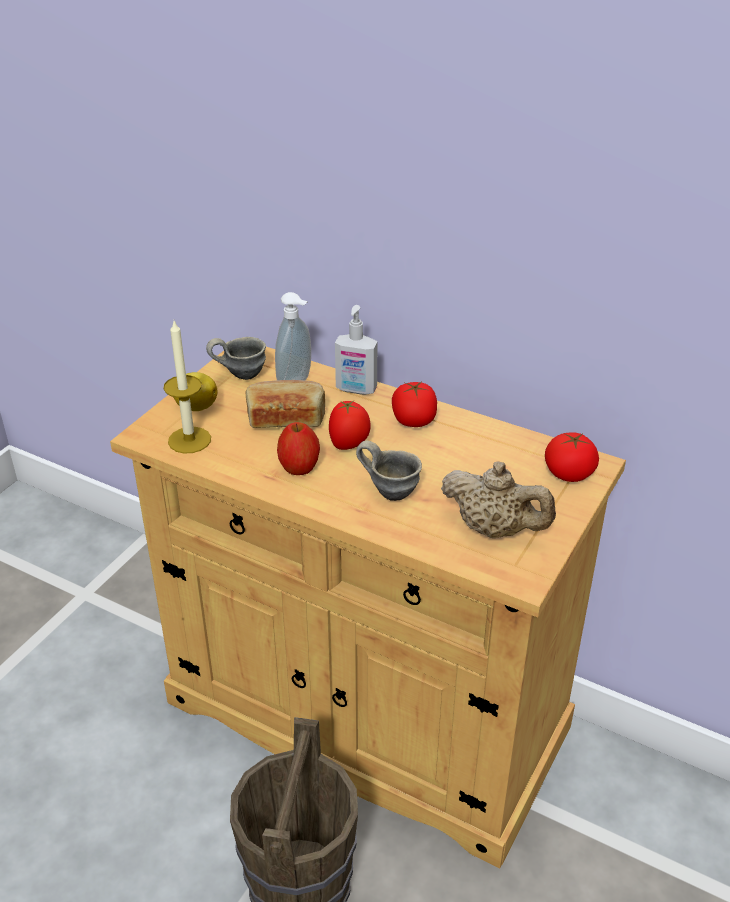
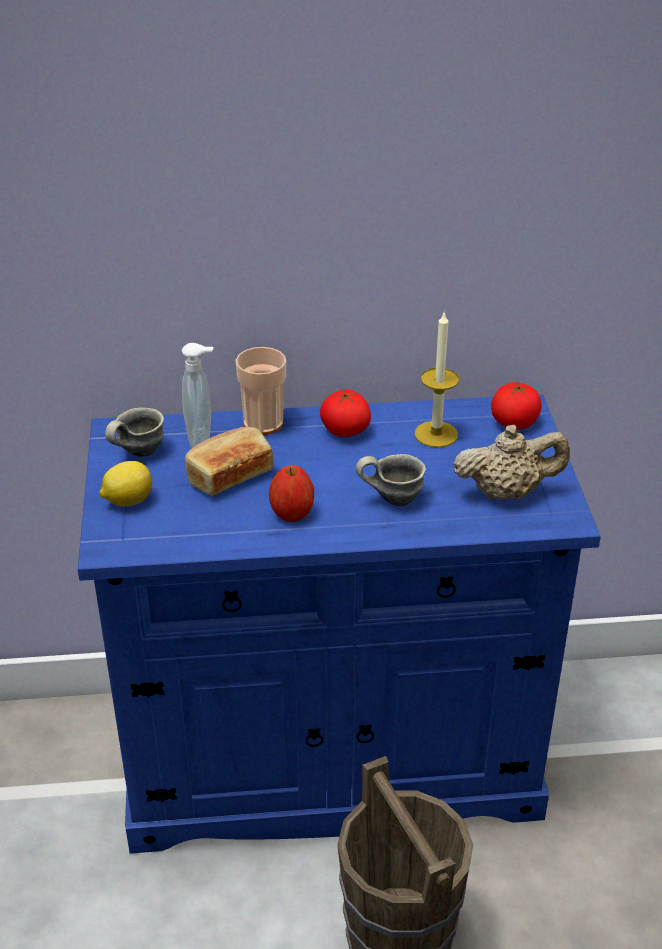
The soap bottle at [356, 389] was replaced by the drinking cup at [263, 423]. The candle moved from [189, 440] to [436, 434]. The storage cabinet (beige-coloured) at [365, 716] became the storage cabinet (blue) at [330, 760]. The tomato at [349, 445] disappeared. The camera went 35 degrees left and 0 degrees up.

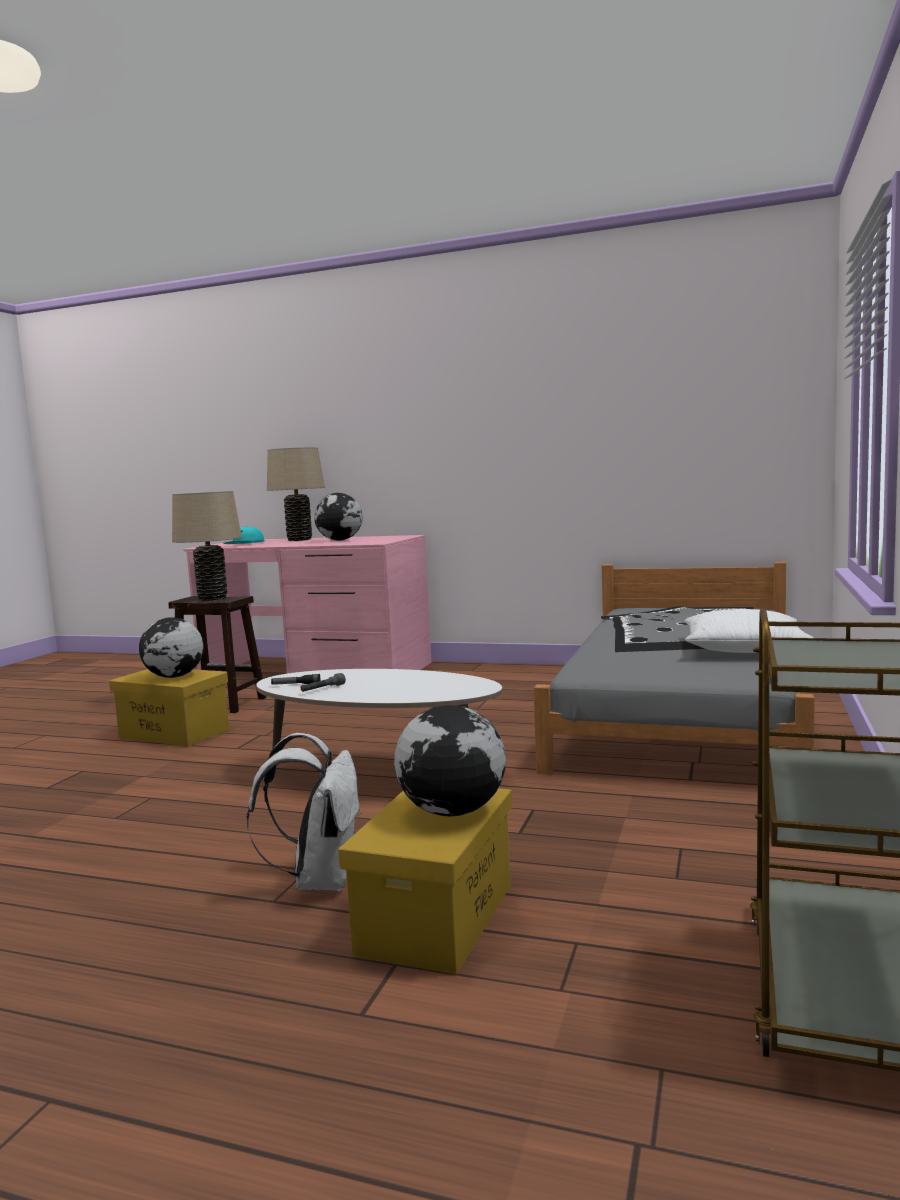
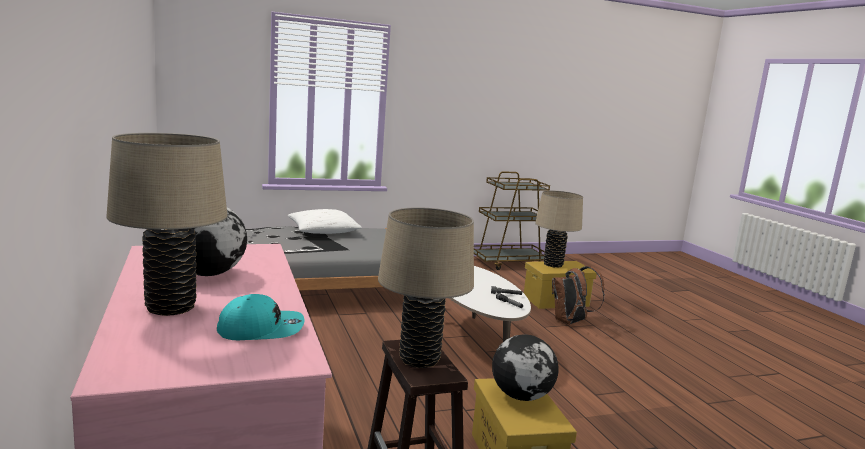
The world globe at [453, 811] was replaced by the lamp for a table (beige-coloured) at [553, 264]. The rucksack (whitish) at [320, 879] became the rucksack (brown) at [570, 322]. The camera went 130 degrees left and 5 degrees up.

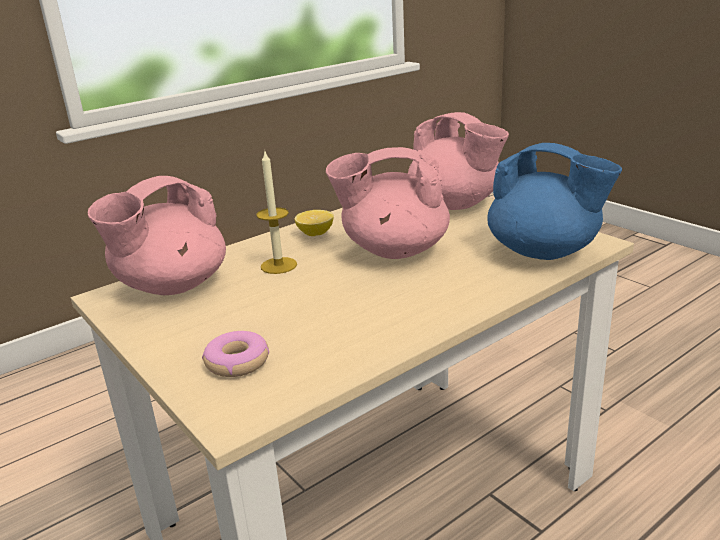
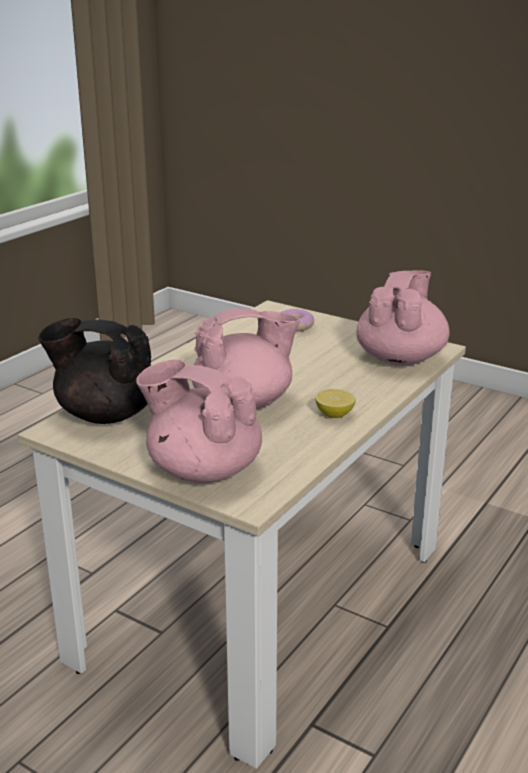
The pot for tea (blue) at [544, 252] became the pot for tea (black-coloured) at [105, 414]. The candle at [278, 265] disappeared. The camera went 160 degrees right and 0 degrees up.

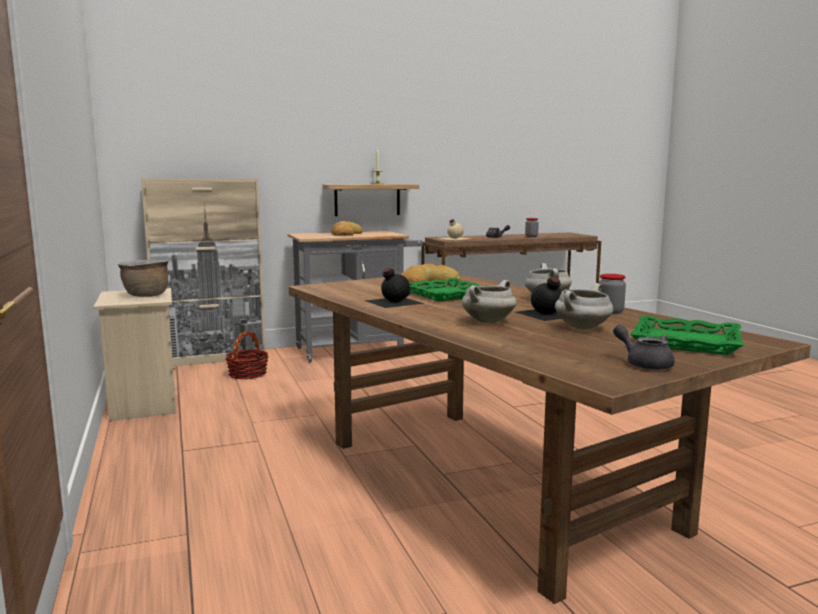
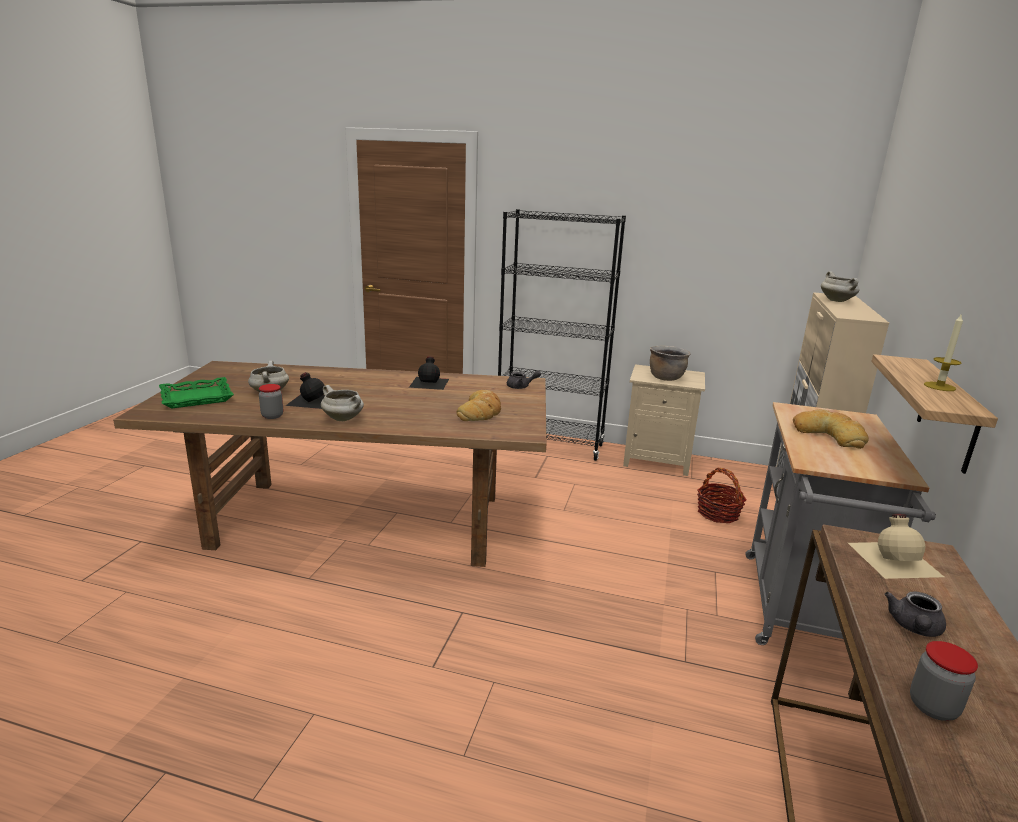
The serving tray (green-coloured) at [446, 294] disappeared. The saucepot (whitish) moved from [488, 322] to [837, 301]. The pot for tea (gray) moved from [644, 364] to [521, 387]. The bookcase (black-coloured) at [550, 445] appeared. The camera went 125 degrees right and 10 degrees up.

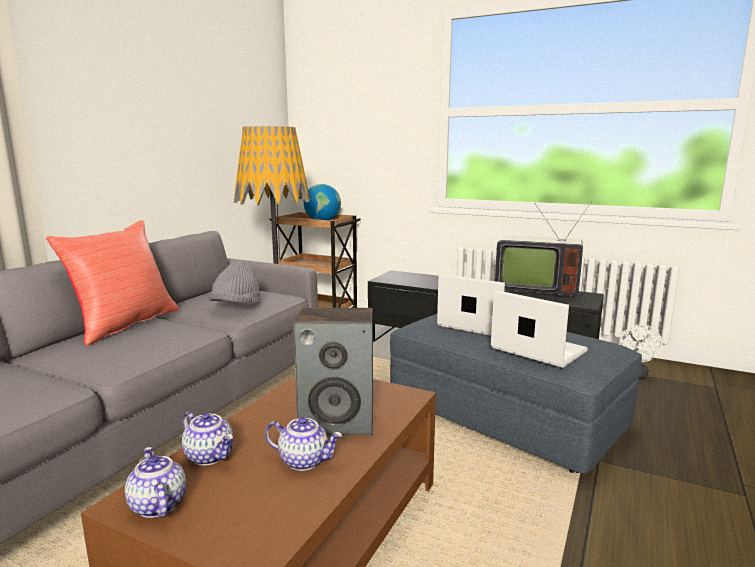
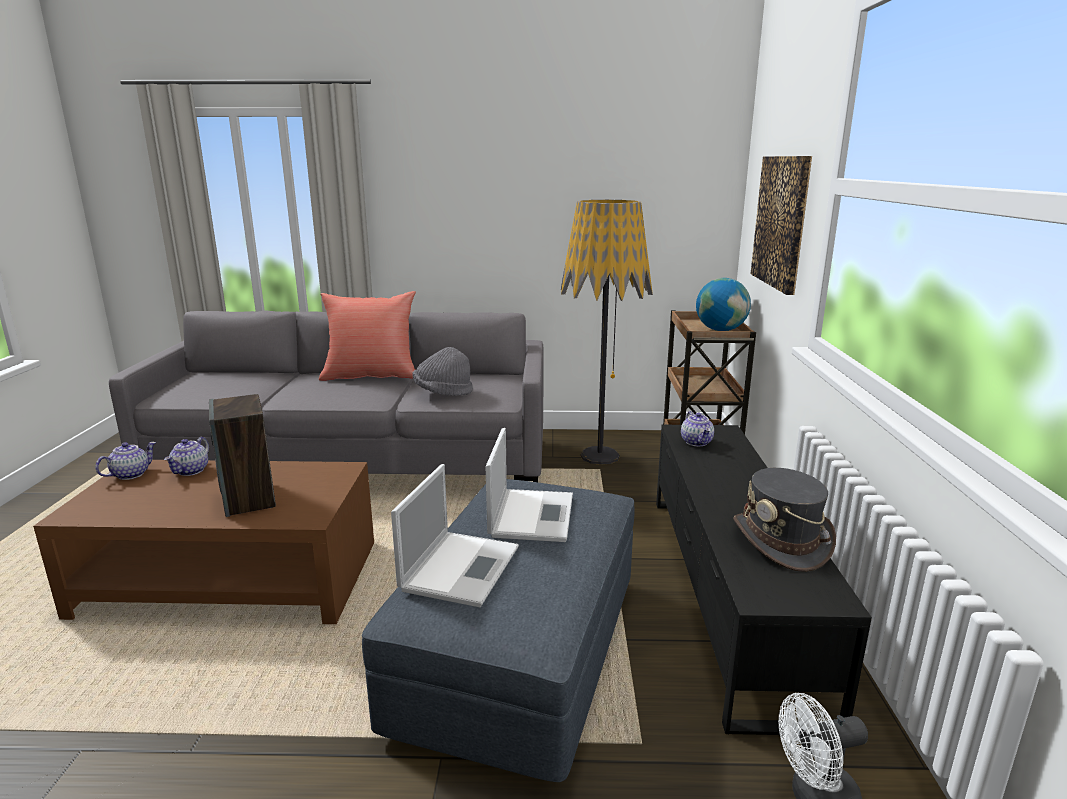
The television at [535, 291] was replaced by the clothing hat (gray) at [781, 541]. The pot for tea moved from [304, 460] to [697, 442]. The picture at [781, 221] appeared. The camera went 65 degrees right and 5 degrees up.

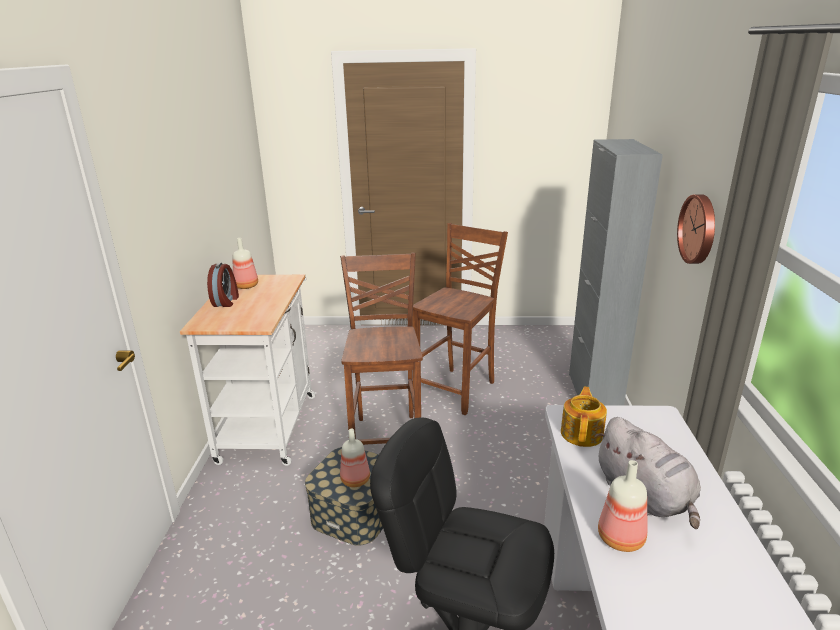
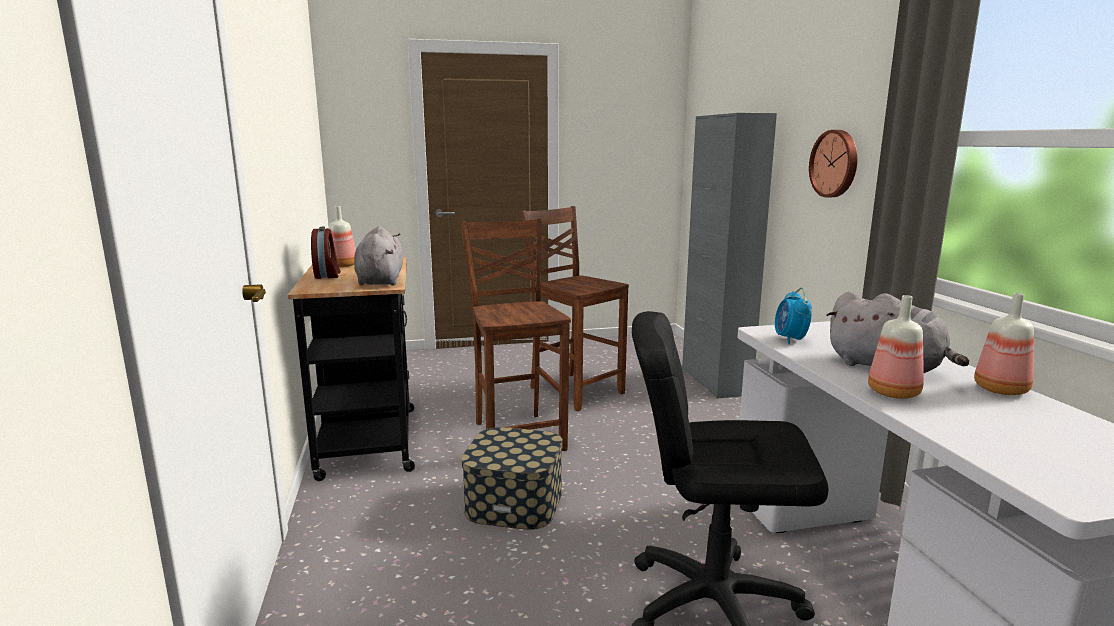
The plain chair (brown) at [457, 390] turned 60 degrees counterclockwise. The cart (whitish) at [270, 422] became the cart (black-coloured) at [368, 437]. The pot for tea at [582, 433] was replaced by the alarm clock at [790, 339]. The drink bottle moved from [356, 480] to [1001, 389]. The soft toy (gray) at [380, 281] appeared. The camera went 15 degrees left and 10 degrees down.

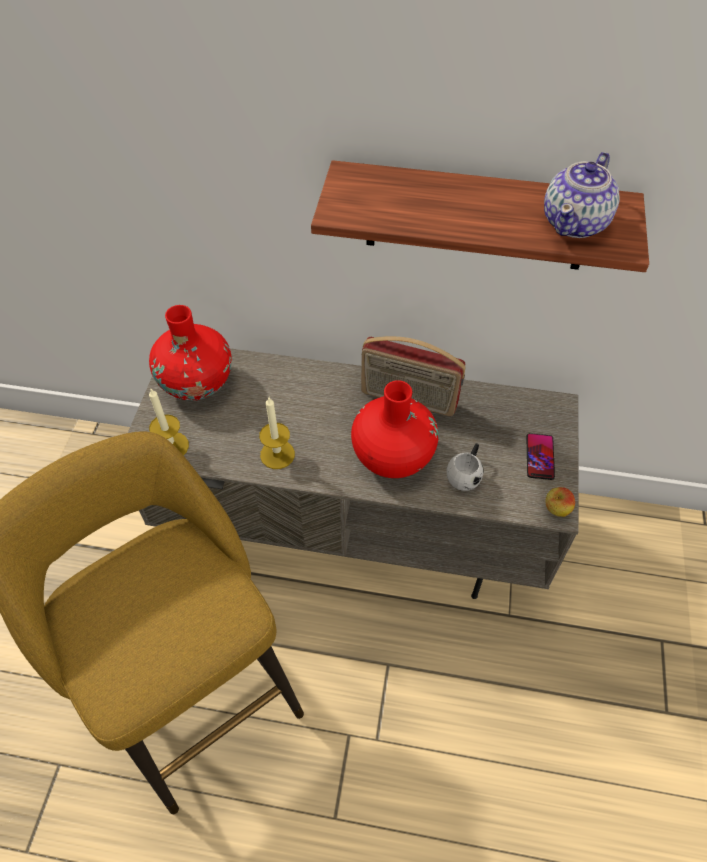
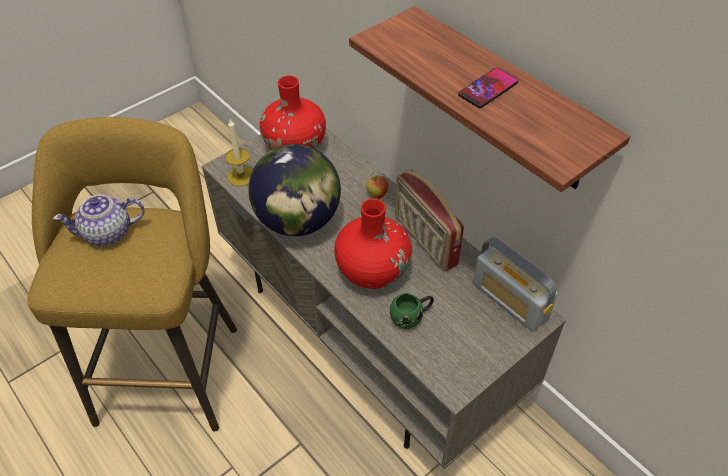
The pot for tea moved from [575, 223] to [108, 233]. The candle at [277, 454] was replaced by the world globe at [298, 221]. The handset moved from [540, 457] to [488, 89]. The mug (whitish) at [465, 474] became the mug (green-coloured) at [411, 316]. The apple moved from [556, 510] to [377, 195]. The radio set at [510, 300] appeared. The camera went 40 degrees right and 5 degrees down.

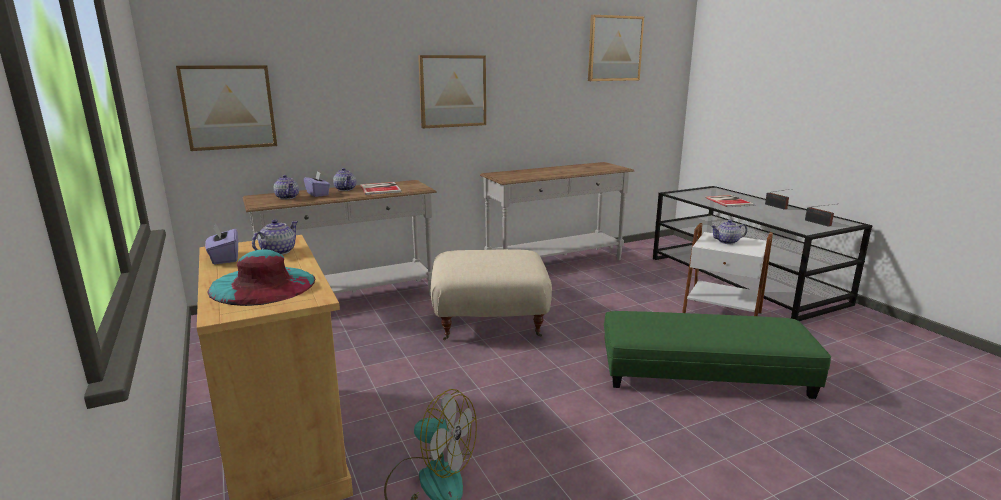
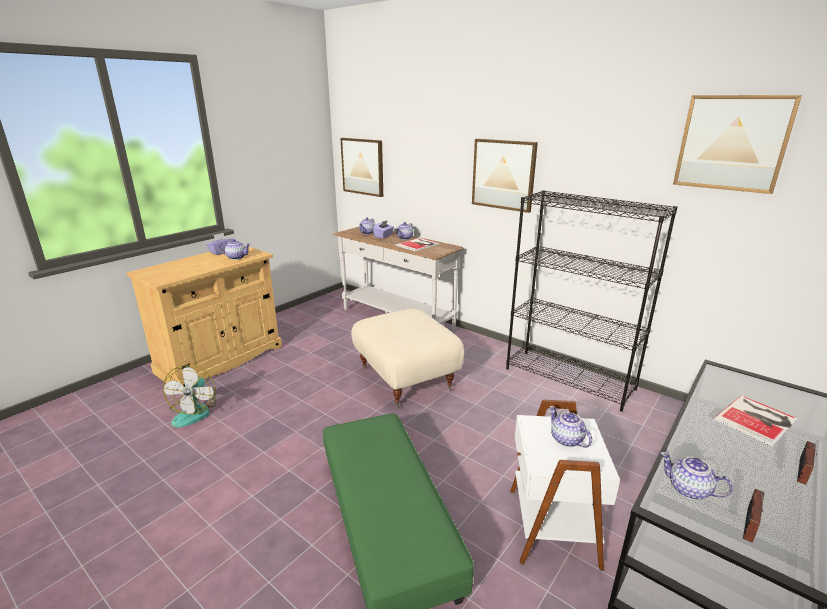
The console table (whitish) at [555, 264] was replaced by the bookcase (black-coloured) at [569, 379]. The clothing hat (turquoise-coloured) at [263, 285] disappeared. The pot for tea at [689, 490] appeared. The camera went 65 degrees right and 5 degrees up.

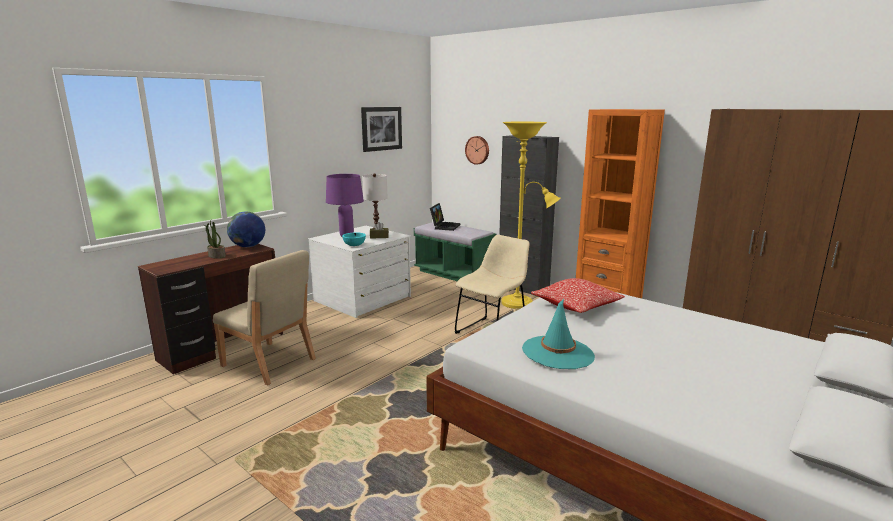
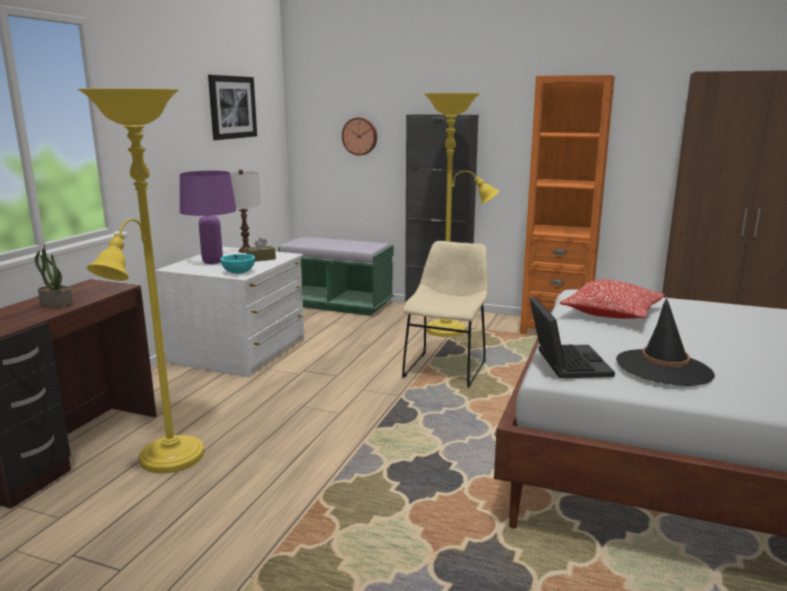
The notebook computer moved from [444, 226] to [565, 362]. The world globe at [248, 246] disappeared. The plain chair (beige-coloured) at [269, 363] was replaced by the standing lamp (yellow) at [167, 461]. The clothing hat (turquoise-coloured) at [558, 353] became the clothing hat (black-coloured) at [664, 368]. The camera went 20 degrees left and 0 degrees up.

